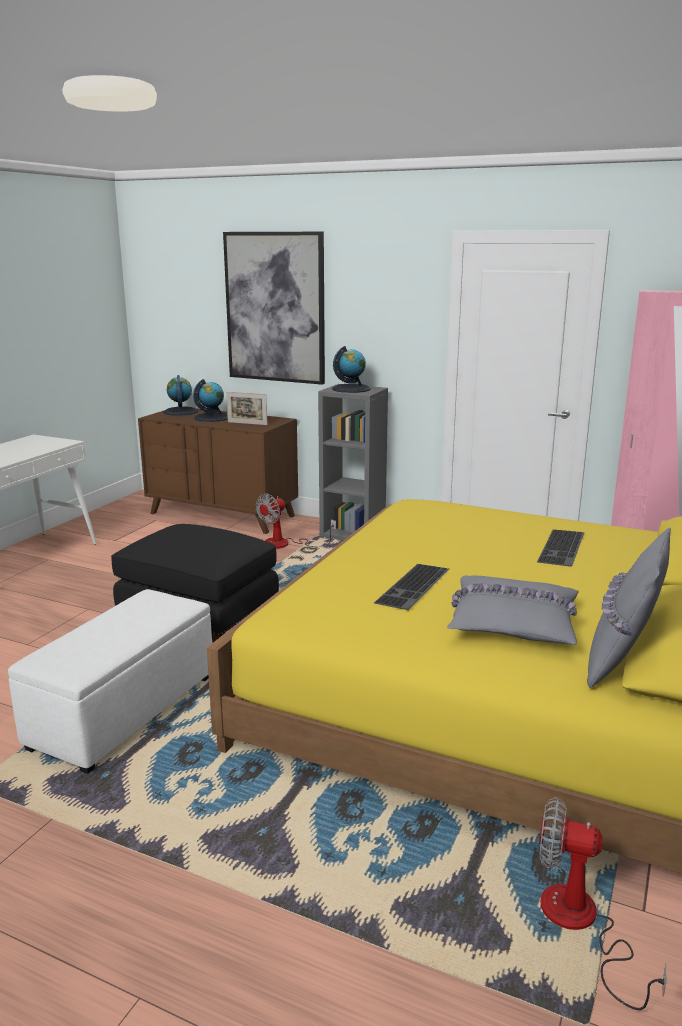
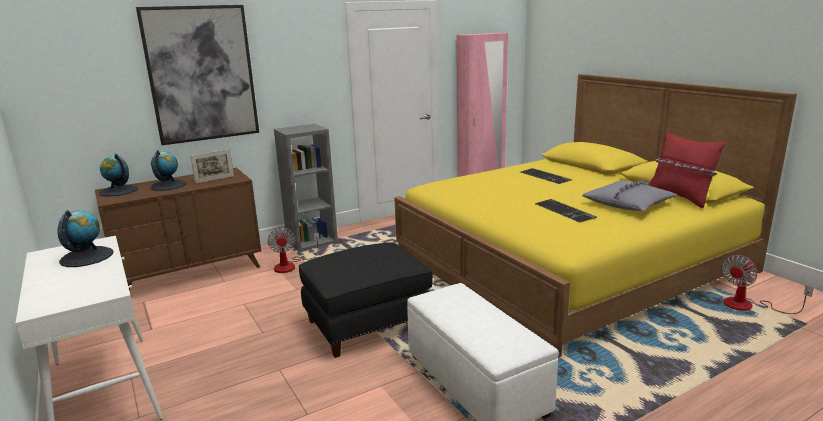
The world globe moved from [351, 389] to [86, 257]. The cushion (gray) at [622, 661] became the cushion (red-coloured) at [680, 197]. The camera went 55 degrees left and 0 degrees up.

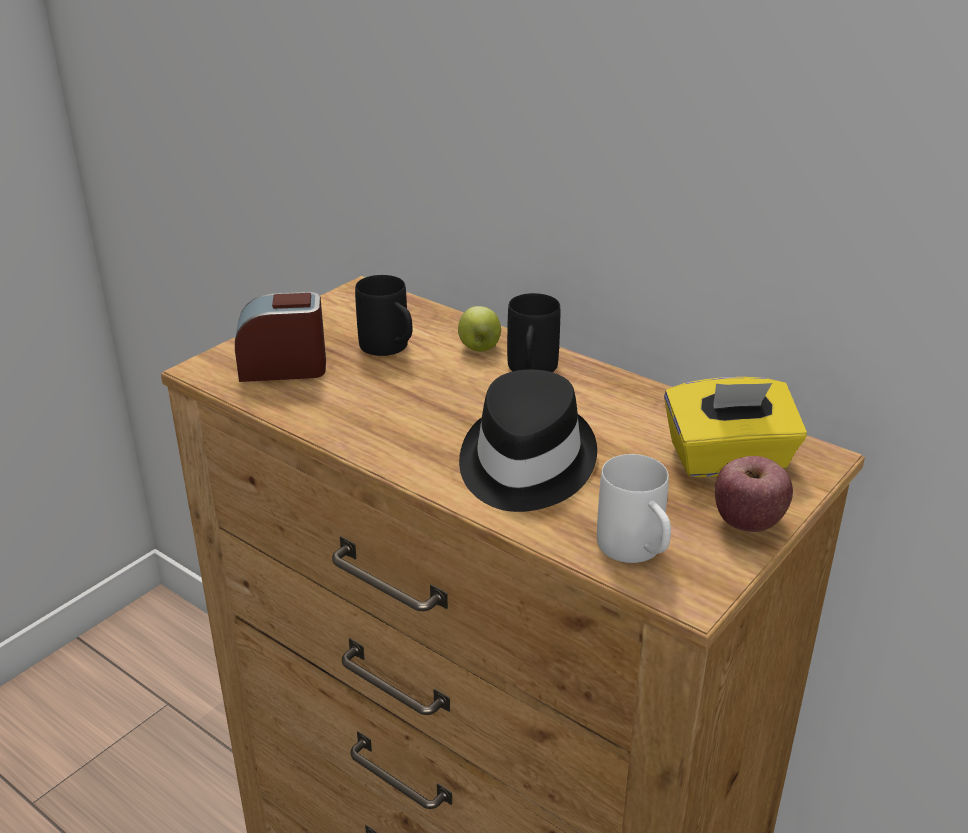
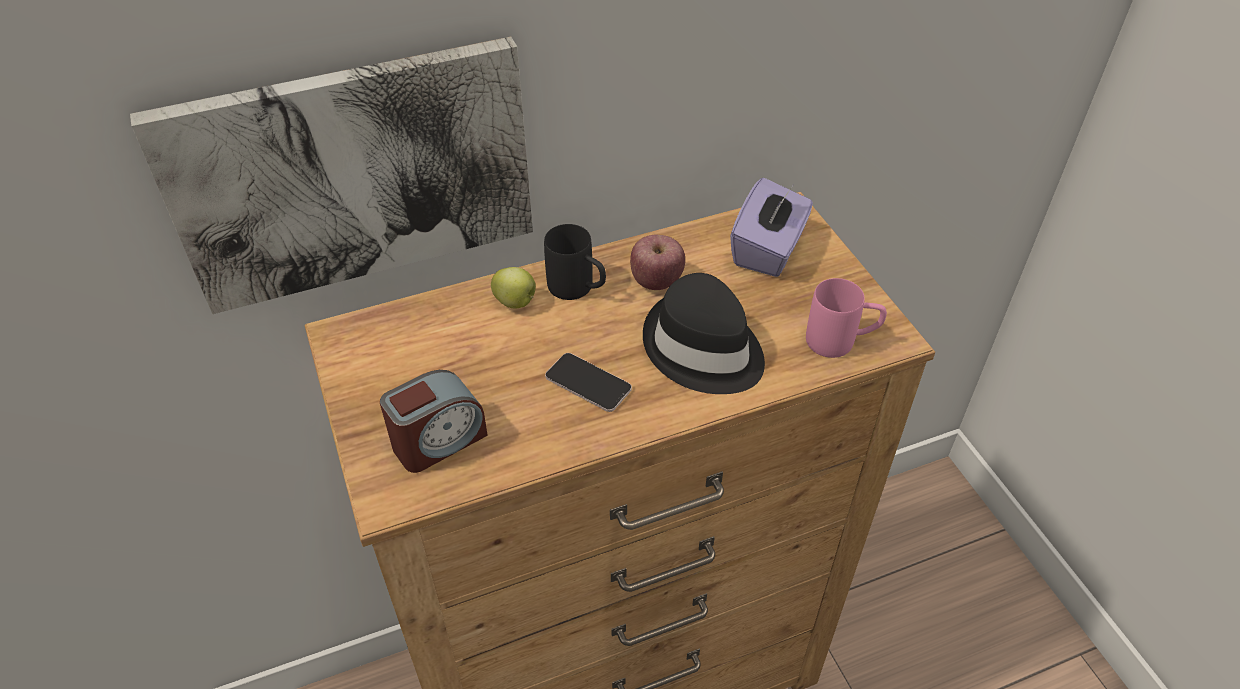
The mug (black-coloured) at [390, 349] disappeared. The alarm clock at [283, 368] turned 150 degrees counterclockwise. The tissue holder (yellow) at [728, 460] became the tissue holder (purple) at [768, 250]. The mug (whitish) at [637, 552] became the mug (pink-coloured) at [841, 341]. The apple moved from [748, 523] to [656, 281]. The picture at [354, 174] appeared. The handset at [588, 383] appeared. The camera went 60 degrees left and 15 degrees up.

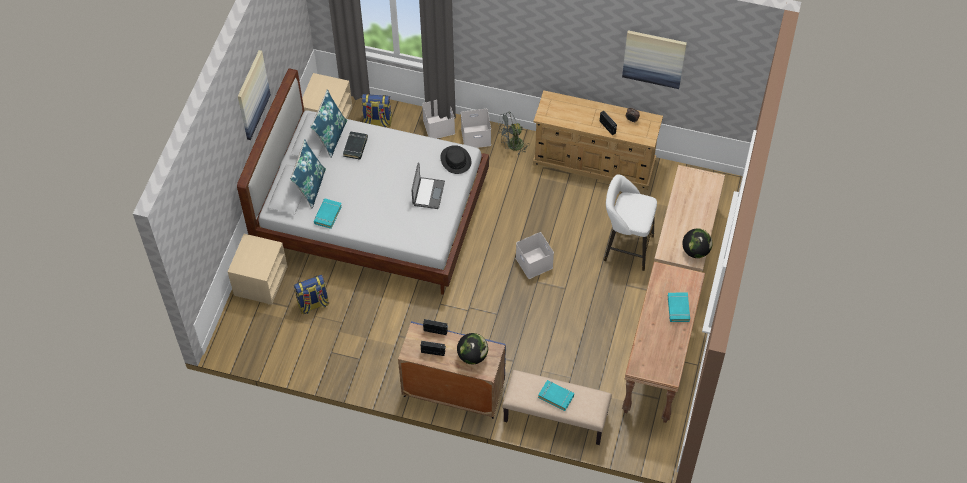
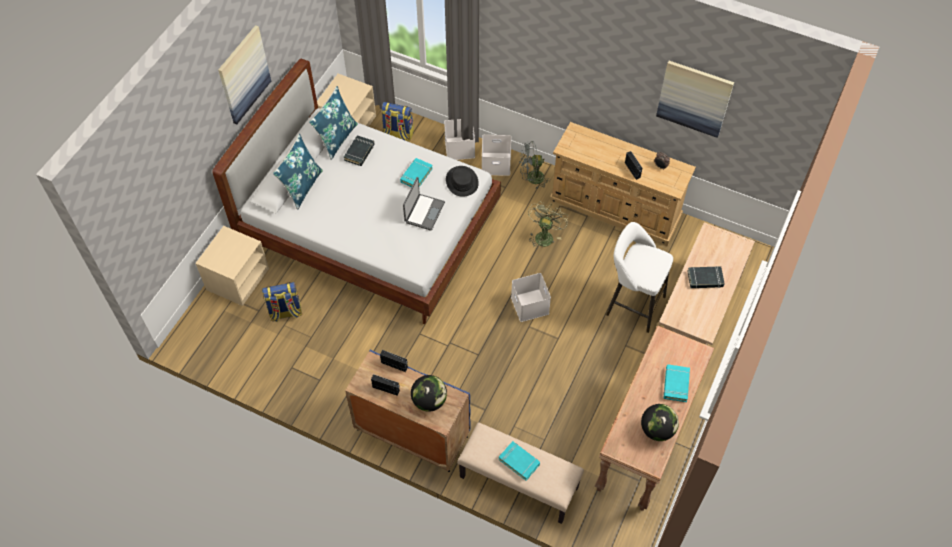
The volume (turquoise-coloured) moved from [327, 215] to [416, 175]. The world globe moved from [695, 251] to [657, 430]. The electric fan (green-coloured) at [544, 235] appeared. The volume (black-coloured) at [705, 279] appeared. The camera went 10 degrees right and 0 degrees up.

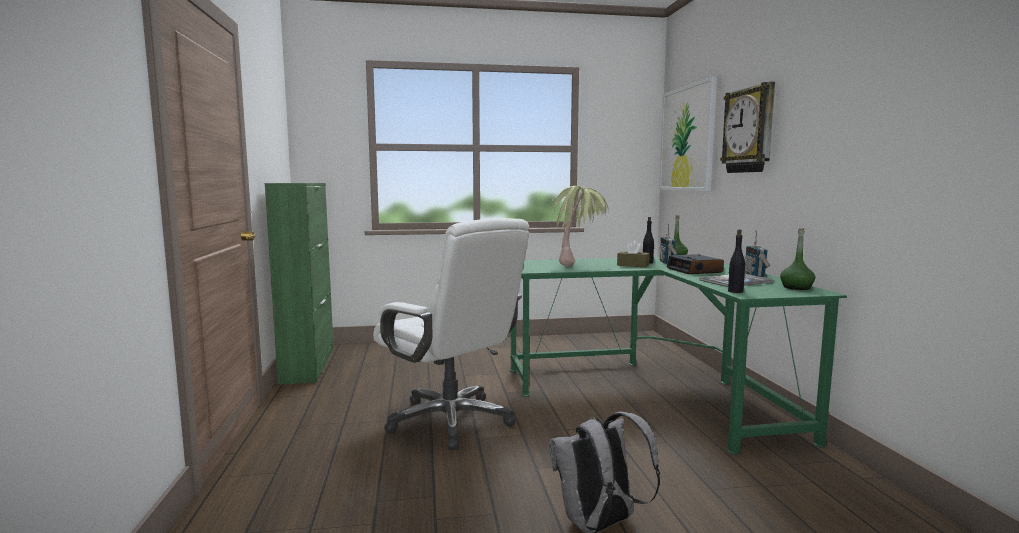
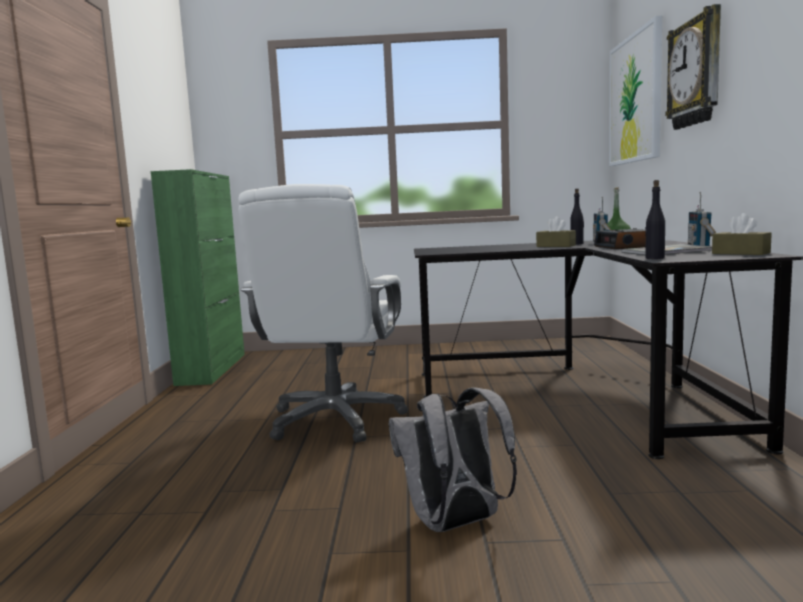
The houseplant at [578, 264] disappeared. The computer chair (whitish) at [451, 420] turned 45 degrees clockwise. The drink bottle (green-coloured) at [796, 288] was replaced by the tissue holder (brown) at [740, 253]. The desk unit (green-coloured) at [654, 390] became the desk unit (black-coloured) at [583, 394]. The camera went 10 degrees right and 0 degrees up.

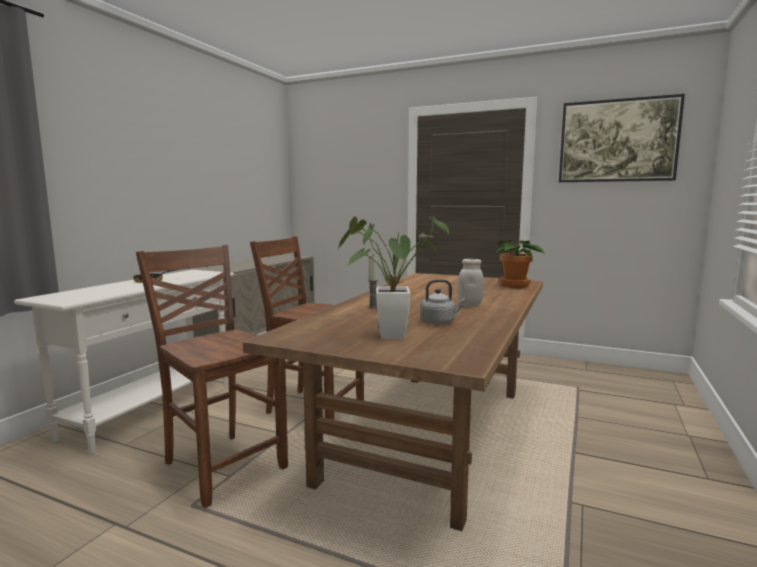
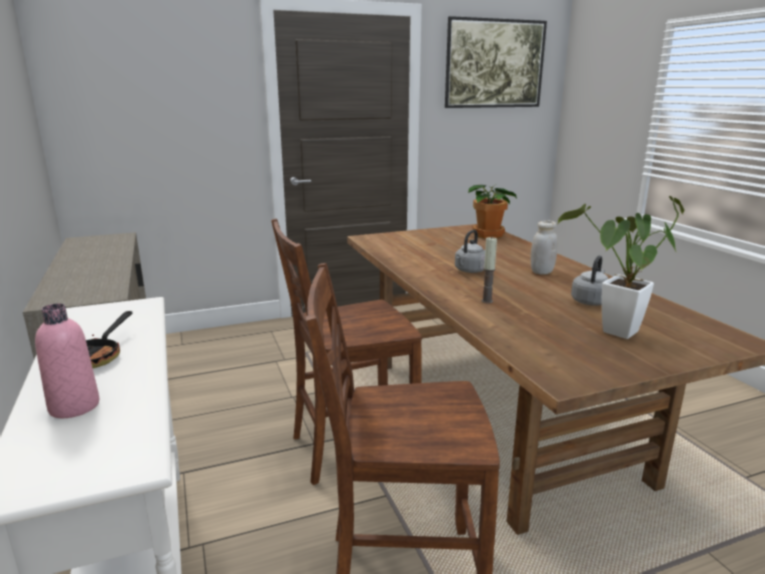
The tea kettle (gray) at [469, 271] appeared. The drink bottle (pink-coloured) at [74, 406] appeared. The camera went 45 degrees left and 10 degrees up.

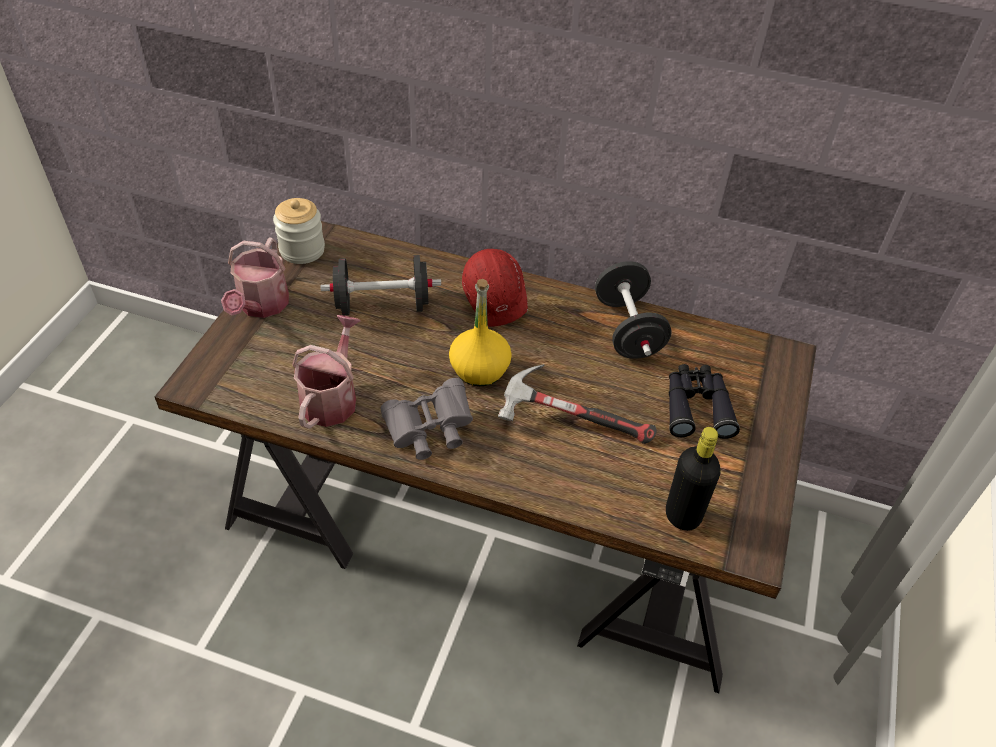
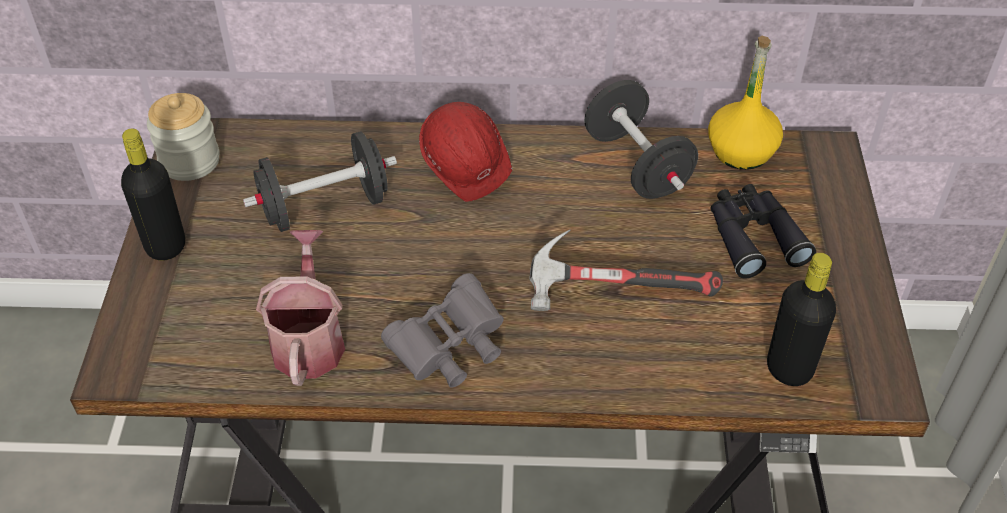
The sprinkling can at [261, 306] was replaced by the drink bottle (black-coloured) at [165, 246]. The drink bottle (yellow) moved from [480, 369] to [741, 151]. The camera went 15 degrees left and 0 degrees up.

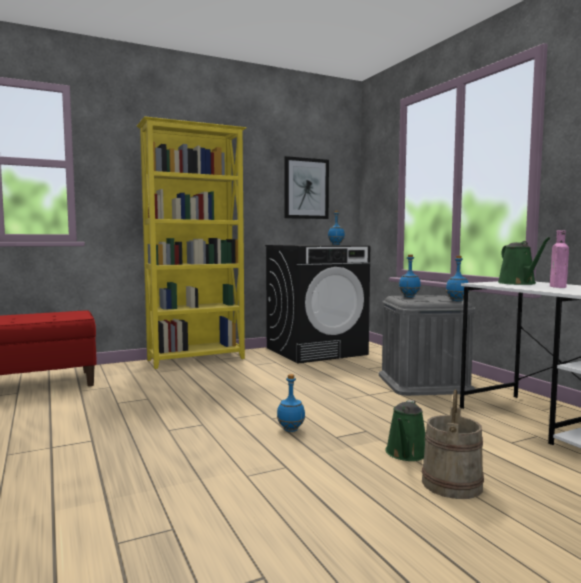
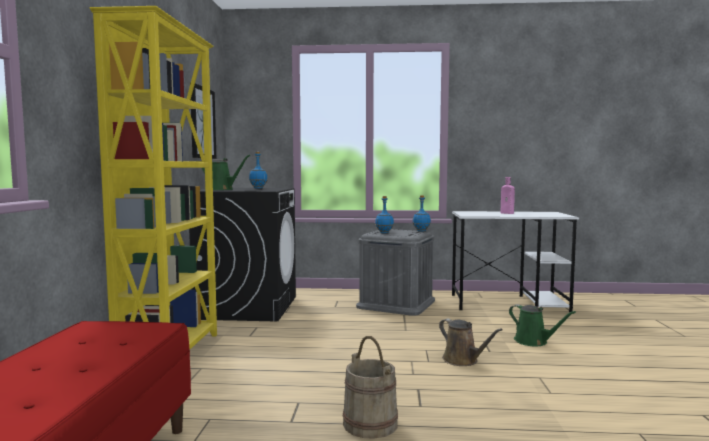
The sprinkling can (green-coloured) moved from [519, 283] to [222, 189]. The drink bottle (blue) at [291, 430] was replaced by the sprinkling can (brown) at [463, 360]. The pail (beige-coloured) moved from [451, 483] to [369, 424]. The camera went 60 degrees left and 0 degrees up.

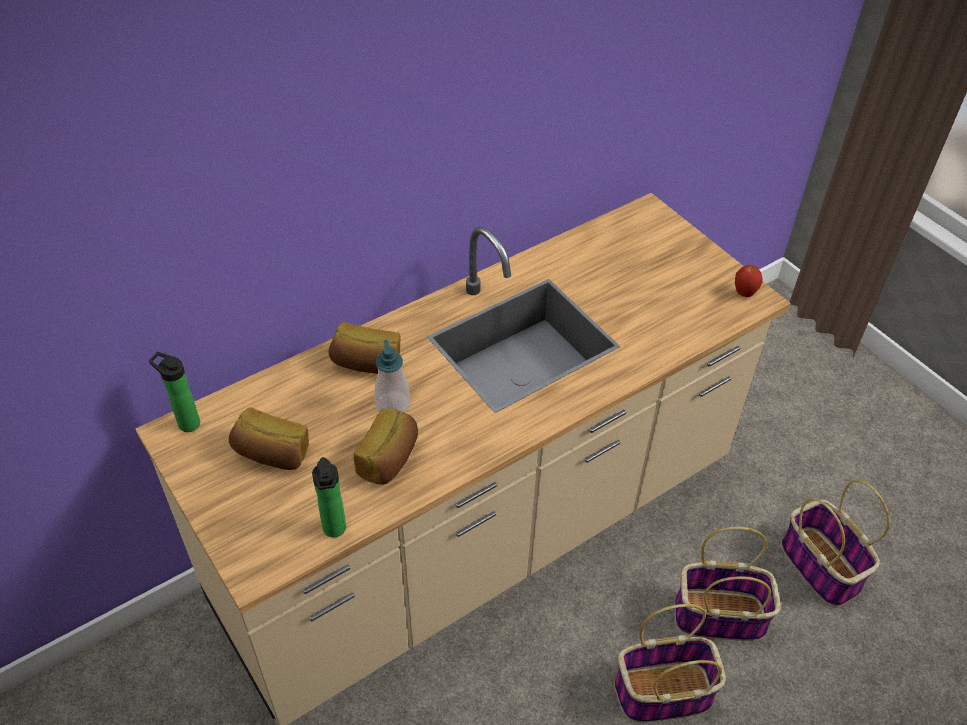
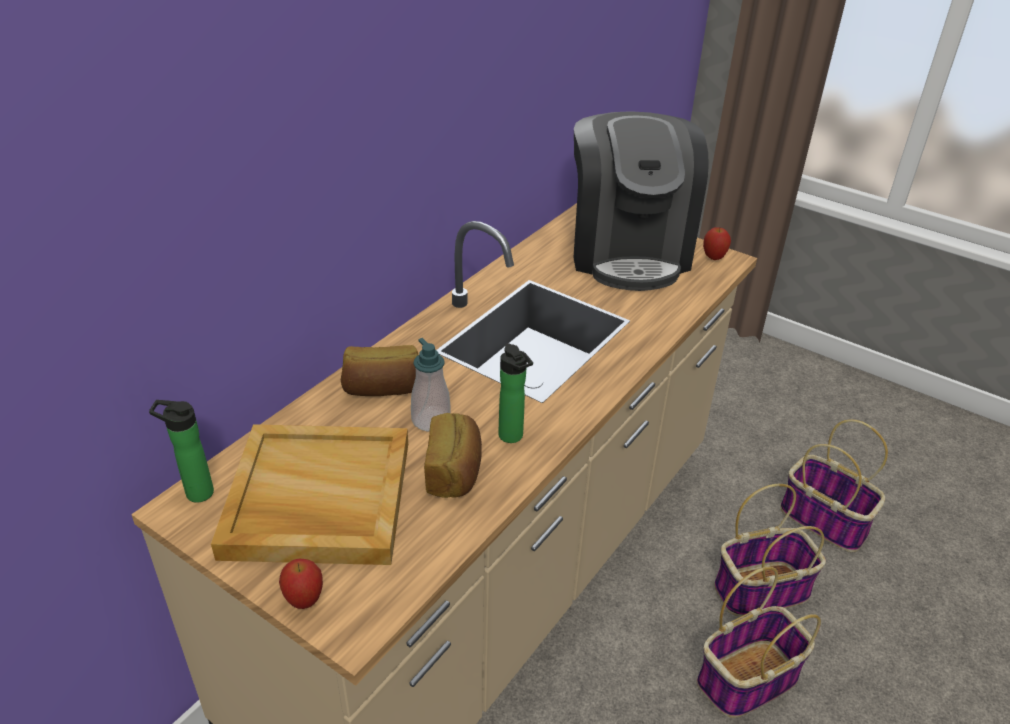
The baked bread at [272, 454] was replaced by the serving tray (beige-coloured) at [316, 499]. The drink bottle moved from [335, 531] to [512, 437]. The coffee brewer at [628, 252] appeared. The apple at [304, 600] appeared. The camera went 20 degrees left and 10 degrees down.

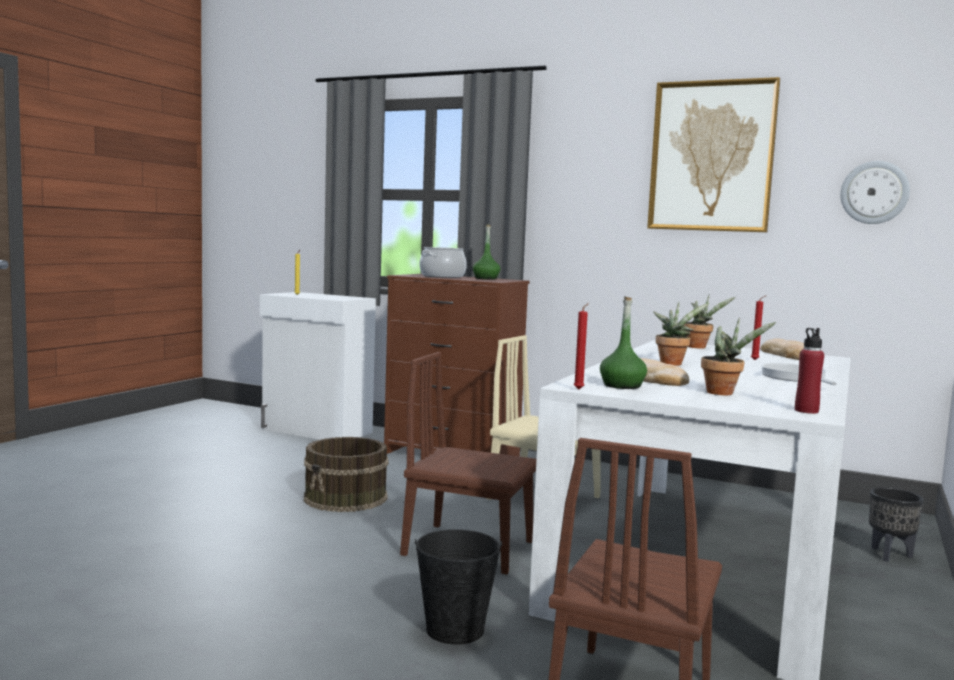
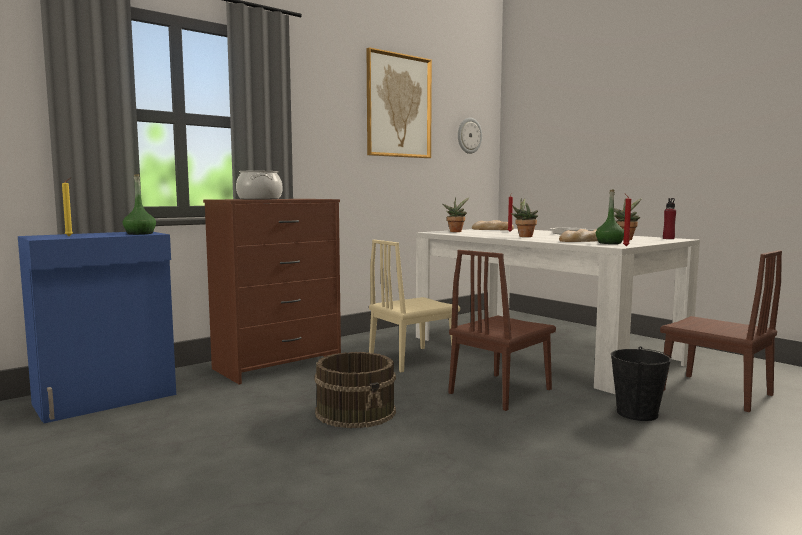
The drink bottle (green-coloured) moved from [485, 278] to [140, 233]. The storage cabinet (whitish) at [316, 431] became the storage cabinet (blue) at [107, 399]. The plant pot (black-coloured) at [890, 555] disappeared. The camera went 65 degrees left and 0 degrees up.

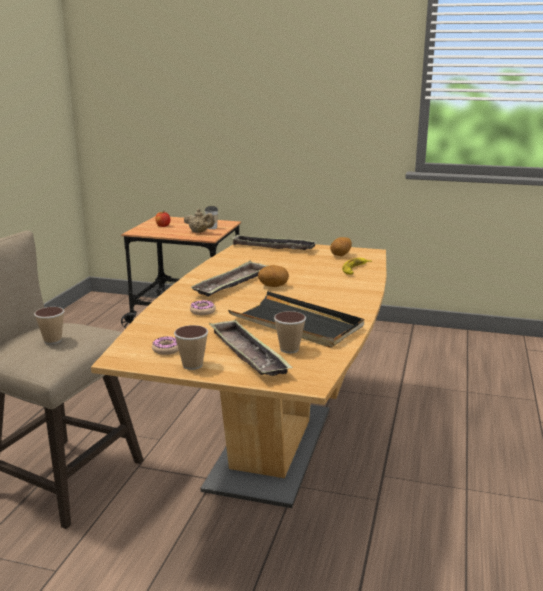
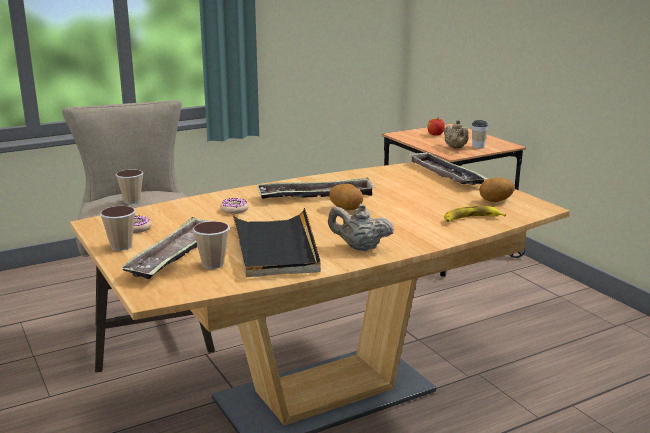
The pot for tea (beige-coloured) at [360, 248] appeared. The camera went 45 degrees right and 0 degrees up.

